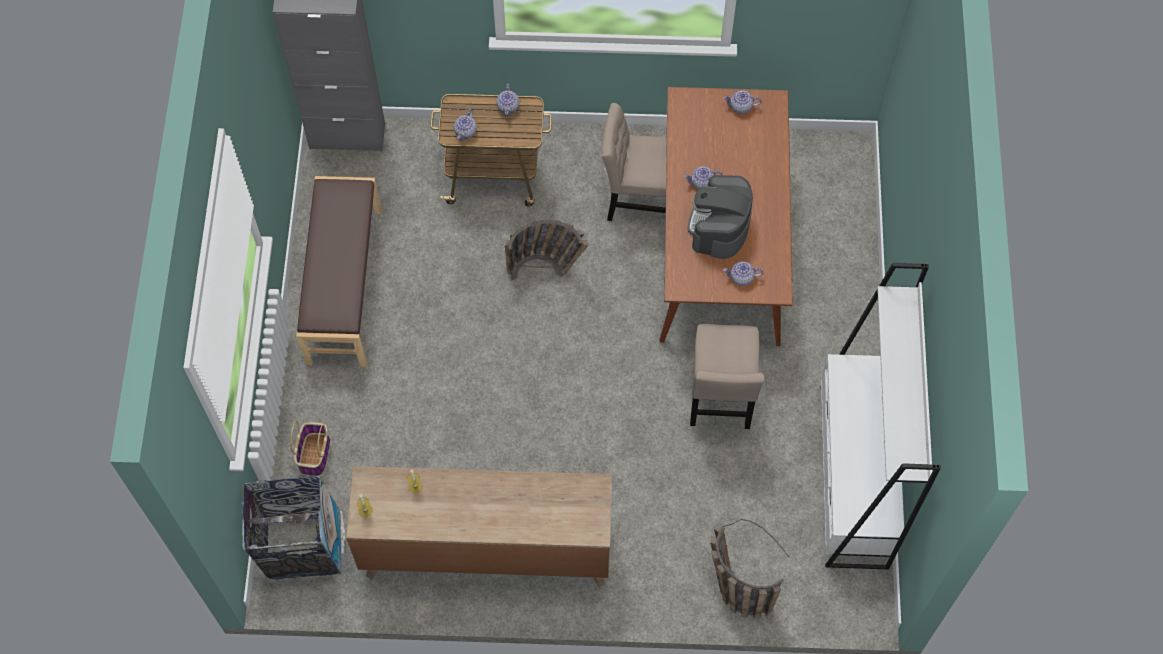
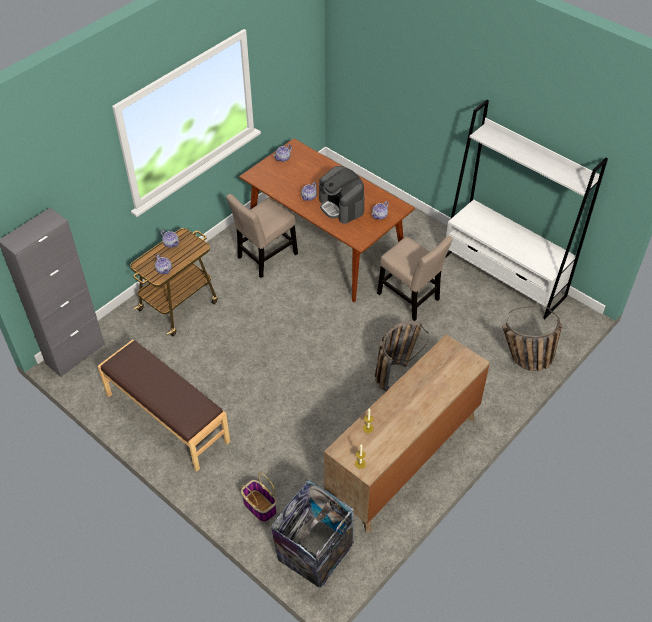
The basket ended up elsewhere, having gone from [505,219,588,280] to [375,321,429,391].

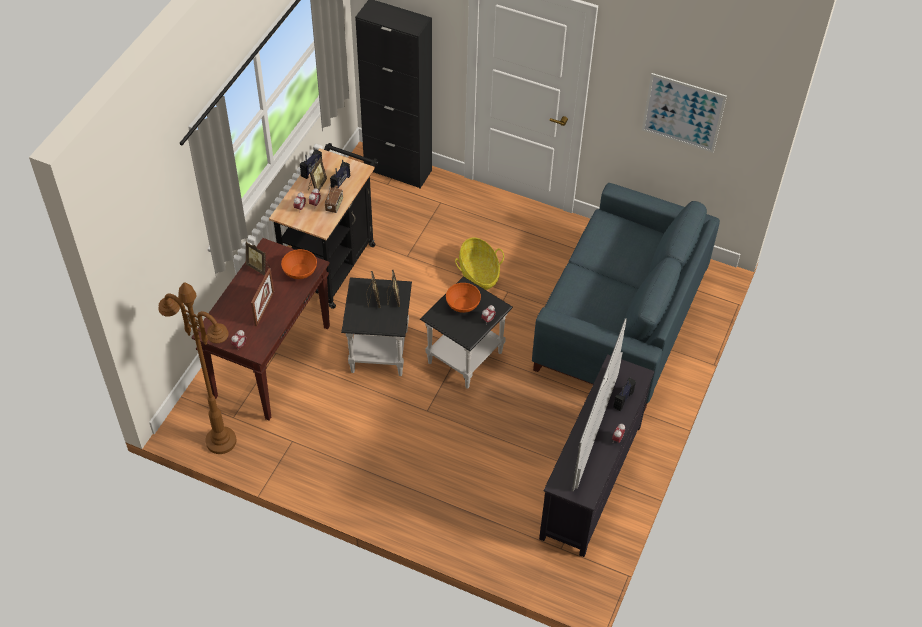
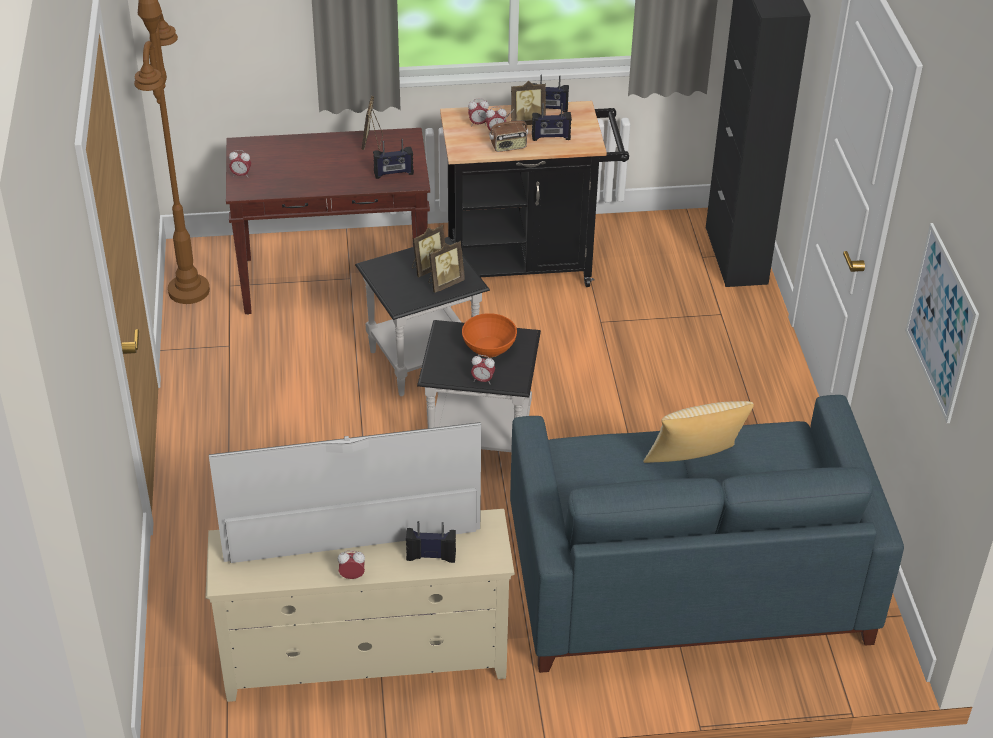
The second view lost the picture frame at [251,268,274,327].
The second view lost the basket at [455,238,504,290].
The second view gained the pillow at [643,401,754,463].
Where the bowl/orange stood at [281,249,317,279], the radio came to stand at [373,139,414,179].
What was the tv stand/black at [539,354,654,557] turned into the tv stand/beige at [205,509,515,702].

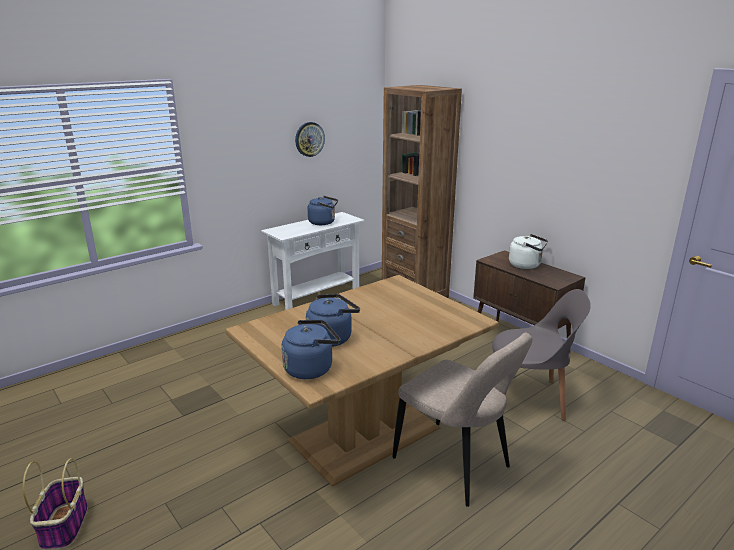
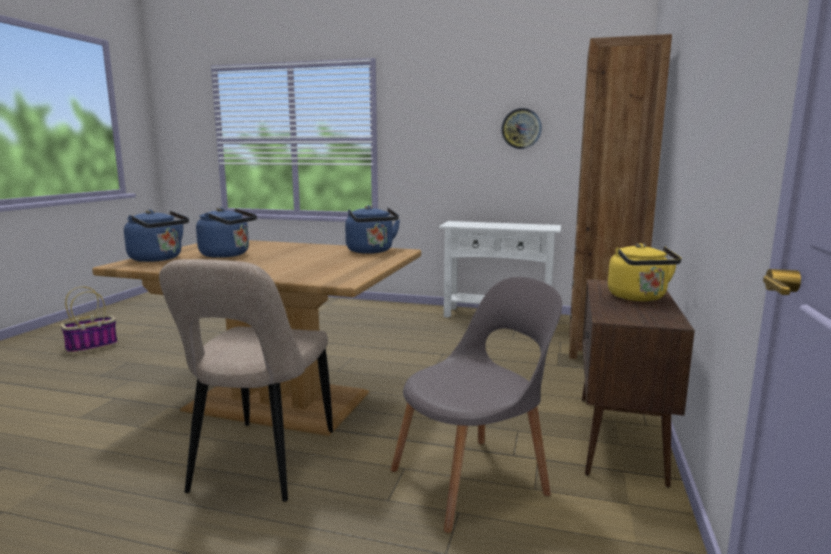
The kettle/blue ended up elsewhere, having gone from [308,196,338,225] to [345,205,400,254].
What was the kettle/white at [509,234,548,269] turned into the kettle/yellow at [608,243,682,301].
The chair/grey at [492,289,591,421] ended up facing another way, 90 degrees counterclockwise from before.

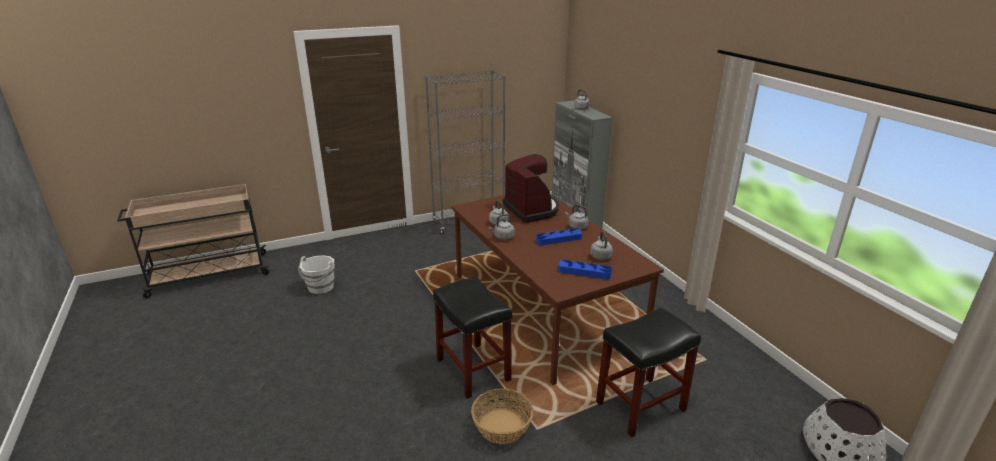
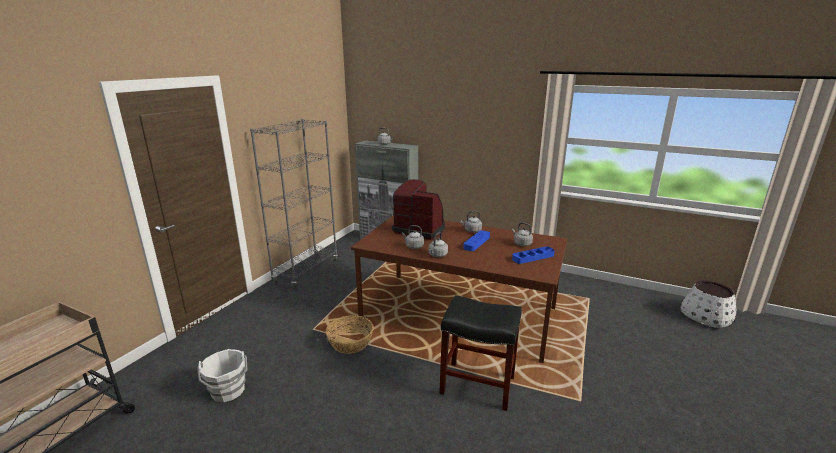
The second view lost the stool/black at [596,307,701,438].
The basket ended up elsewhere, having gone from [471,388,533,444] to [326,315,374,354].

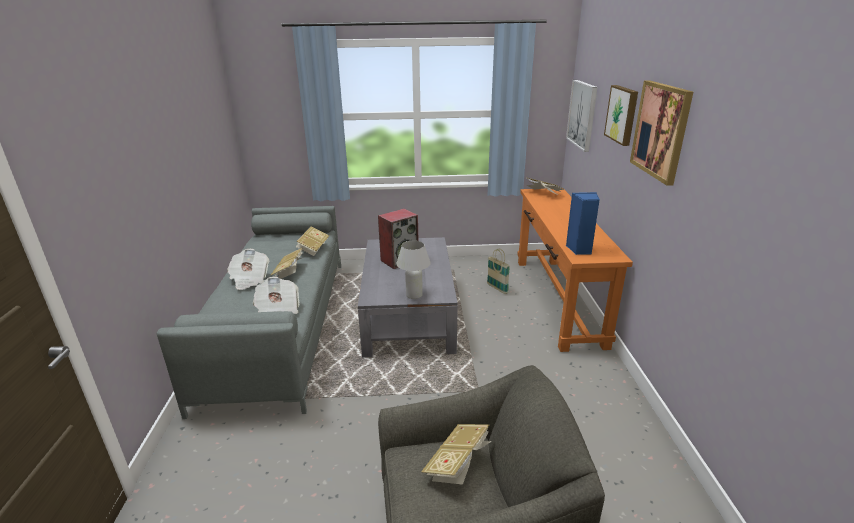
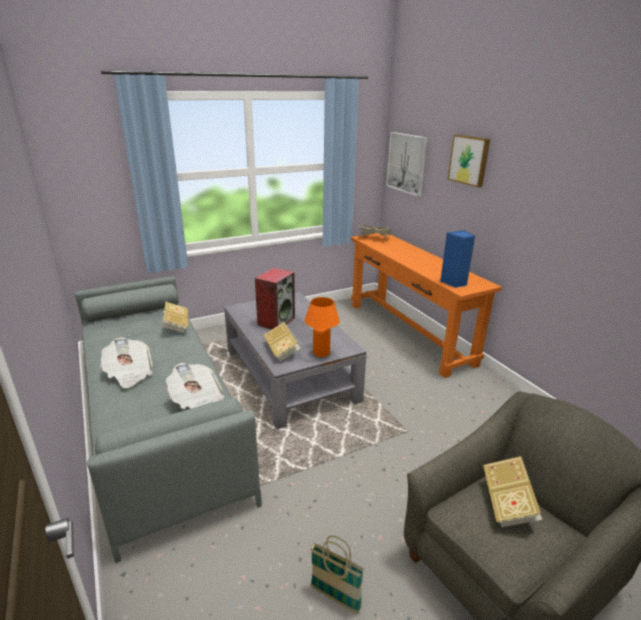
The second view lost the picture at [630,80,693,186].
The book ended up elsewhere, having gone from [270,248,304,279] to [264,322,301,361].
The basket ended up elsewhere, having gone from [487,249,510,294] to [310,536,364,614].
What was the table lamp/white at [397,240,431,299] turned into the table lamp/orange at [305,297,340,357].

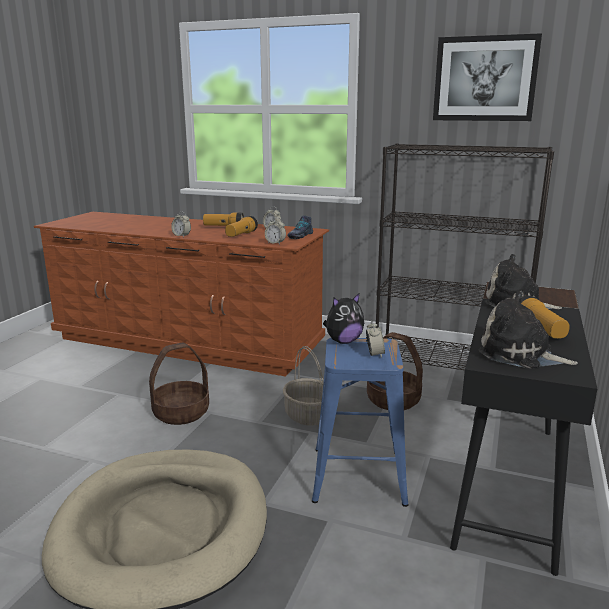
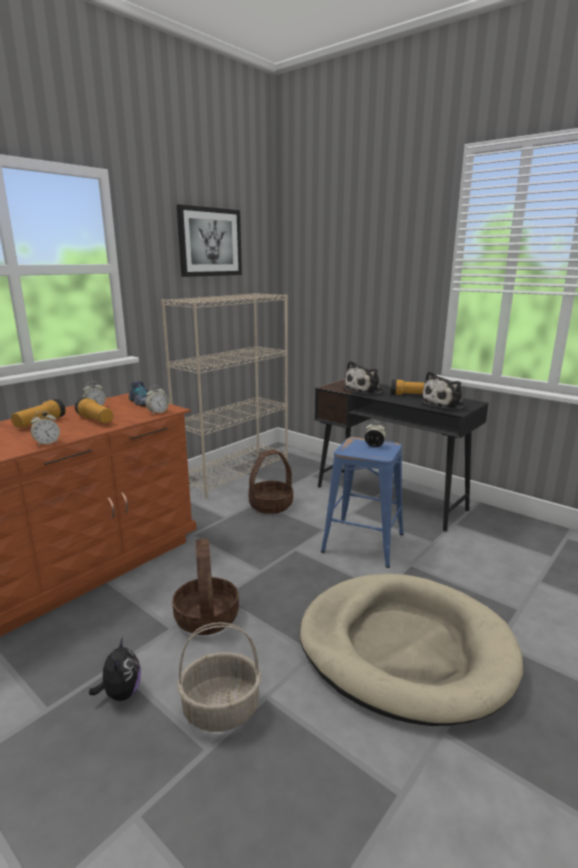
The basket ended up elsewhere, having gone from [283,346,324,426] to [177,622,261,732].
The plush toy ended up elsewhere, having gone from [323,294,364,344] to [89,637,141,701].
What was the bookcase/black at [376,143,554,370] turned into the bookcase/beige at [161,293,288,498].

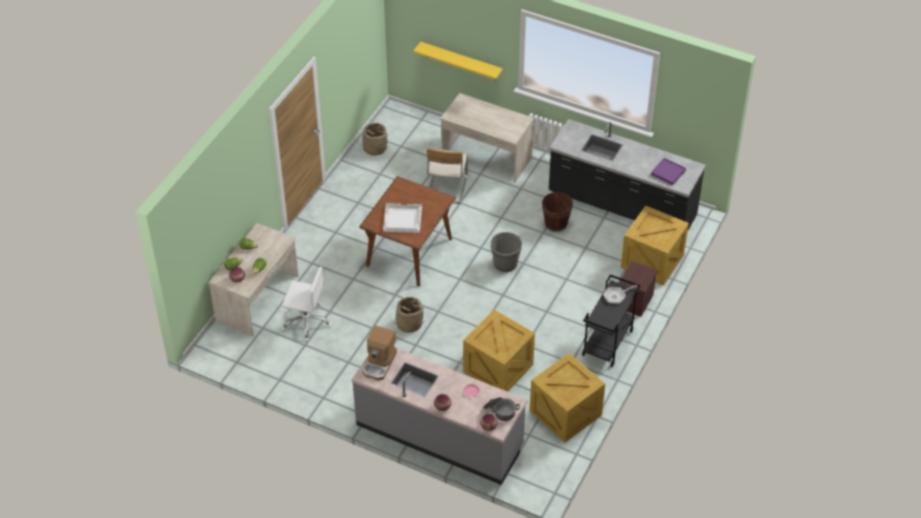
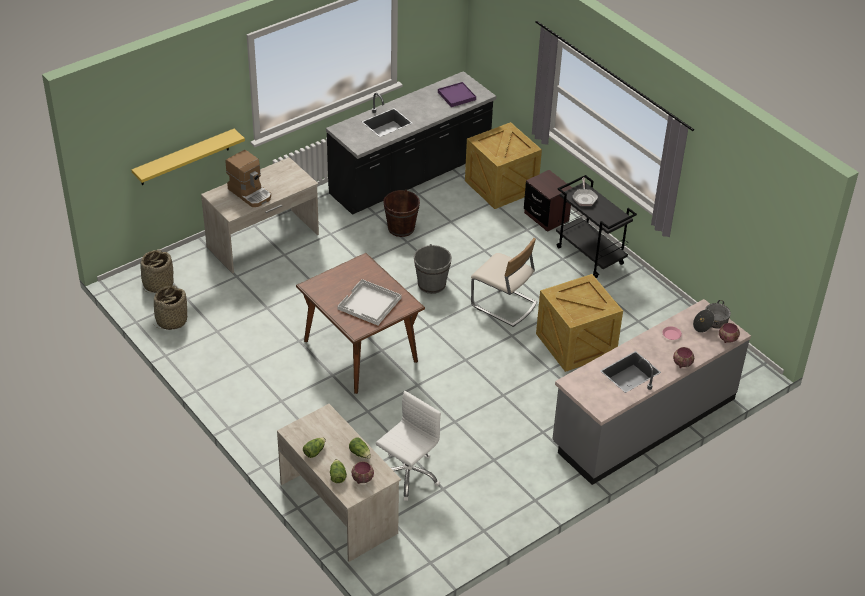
The second view lost the crate at [530,353,605,442].
The coffee machine ended up elsewhere, having gone from [362,325,397,380] to [226,150,271,207].
The basket ended up elsewhere, having gone from [389,297,427,333] to [140,249,173,293].
The chair/beige ended up elsewhere, having gone from [427,148,468,204] to [471,238,537,327].

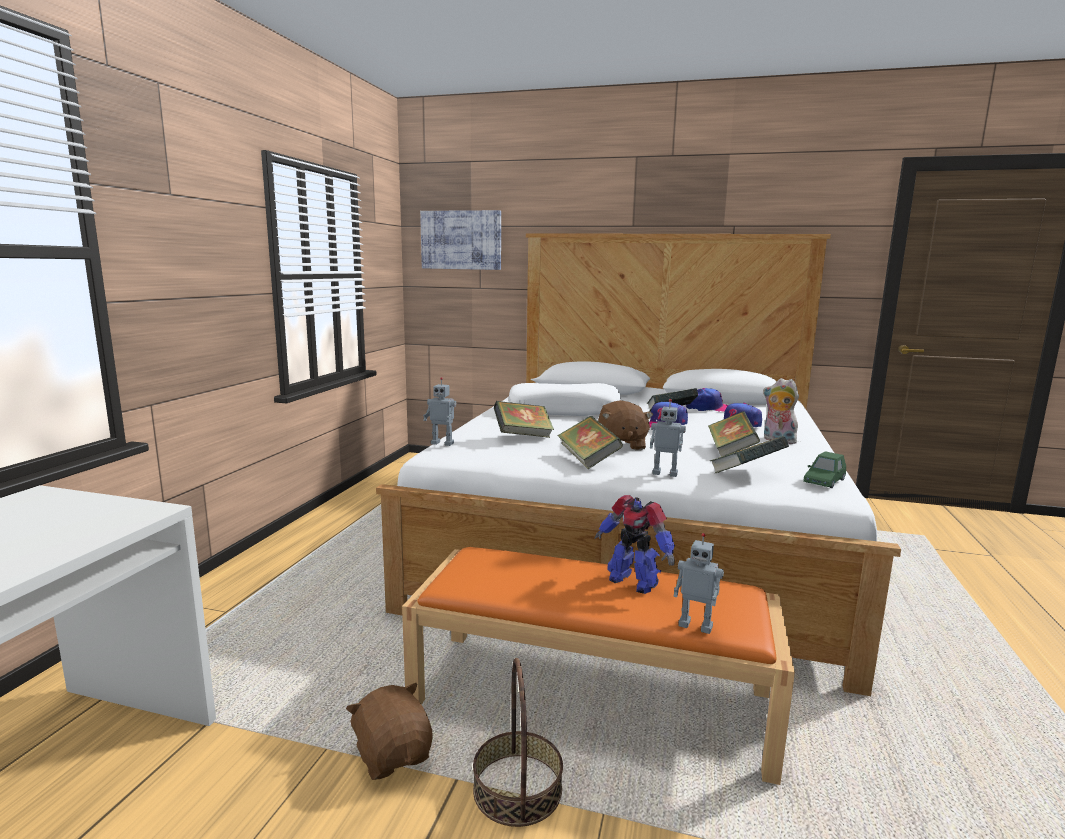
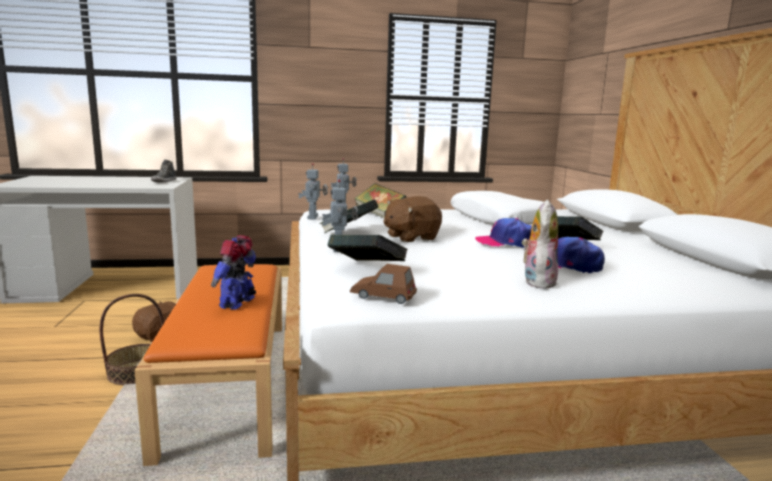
The second view lost the picture at [420,210,501,270].
The second view lost the cap at [686,388,728,412].
The second view lost the book at [708,411,760,457].
The second view gained the shoe at [151,160,176,182].
The toy robot ended up elsewhere, having gone from [673,533,724,634] to [298,163,328,220].
What was the toy car/green at [803,451,846,488] turned into the toy car/brown at [350,264,417,304].

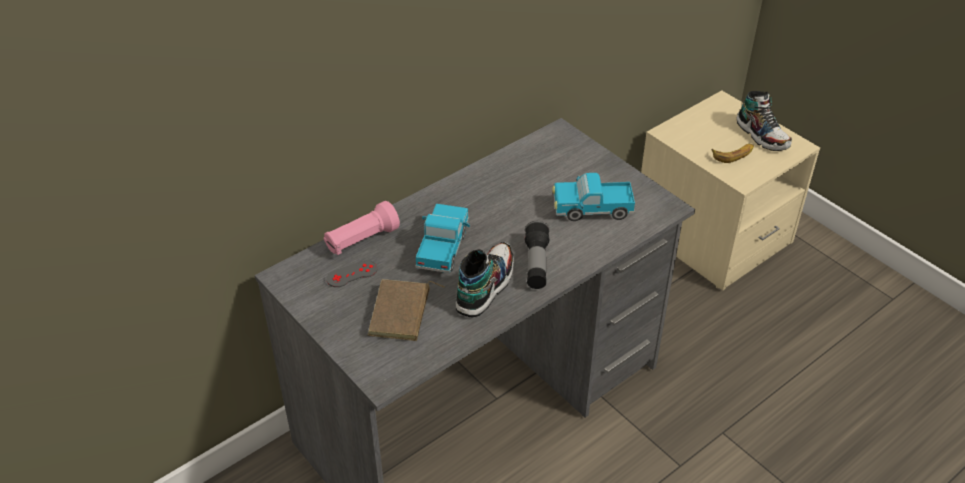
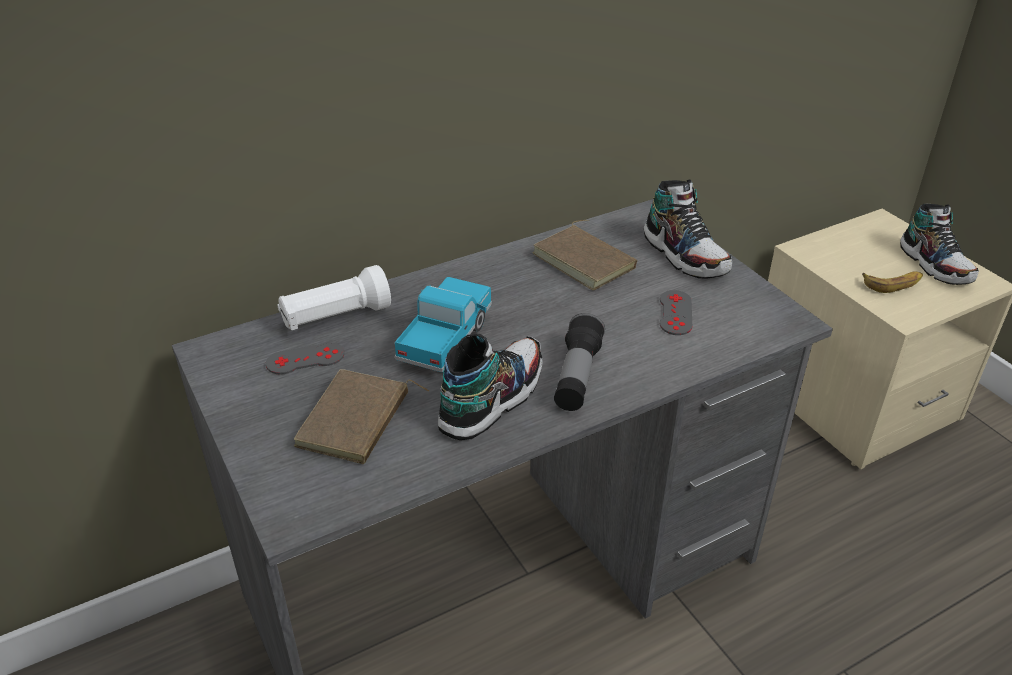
The second view gained the book/brown at [532,220,637,291].
The second view gained the shoe at [644,180,732,278].
Where the toy truck stood at [552,173,635,221], the game controller/grey came to stand at [660,290,692,335].
What was the flashlight/pink at [324,201,400,255] turned into the flashlight/white at [277,265,391,330].

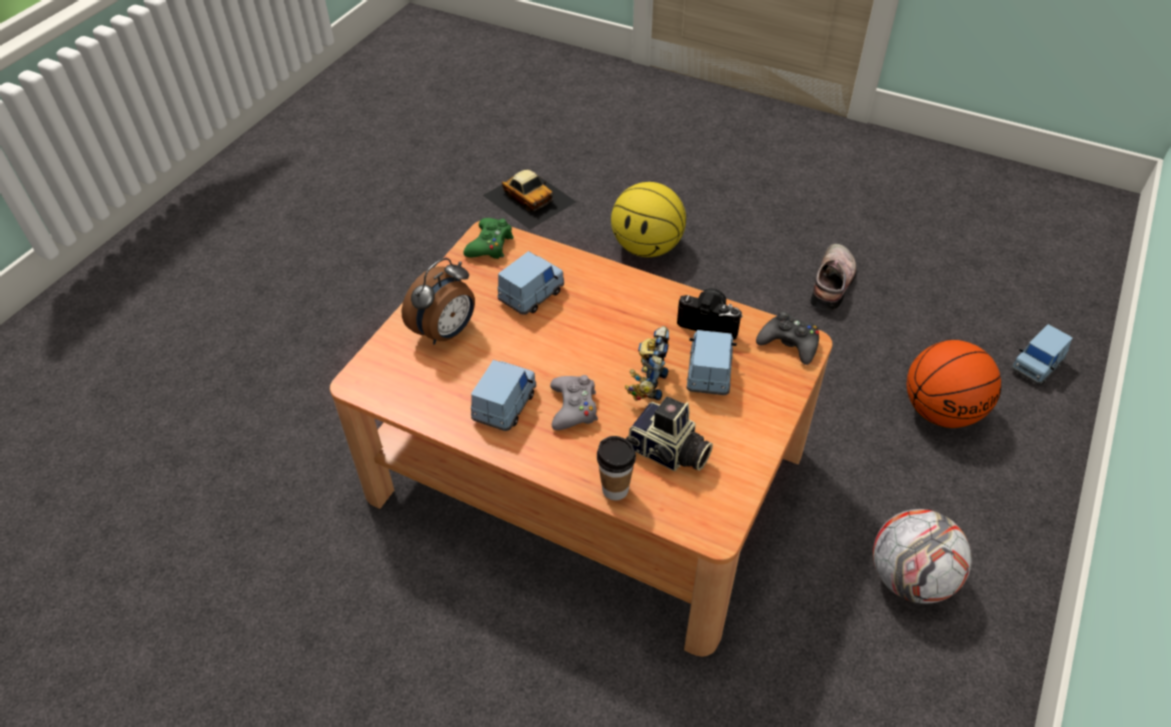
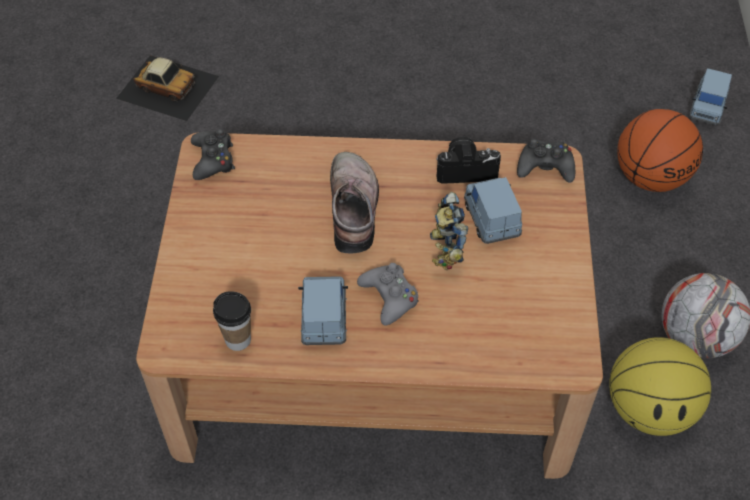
The second view lost the alarm clock at [401,258,475,345].
The second view lost the toy car/blue at [497,251,564,315].
The second view lost the photo camera at [626,397,713,471].
The cup ended up elsewhere, having gone from [597,436,636,500] to [213,291,251,351].
The basketball ended up elsewhere, having gone from [611,182,686,257] to [609,337,711,436].
The shoe ended up elsewhere, having gone from [810,244,857,310] to [330,152,379,254].
What was the game controller/green at [463,218,514,259] turned into the game controller/black at [191,129,235,180].

